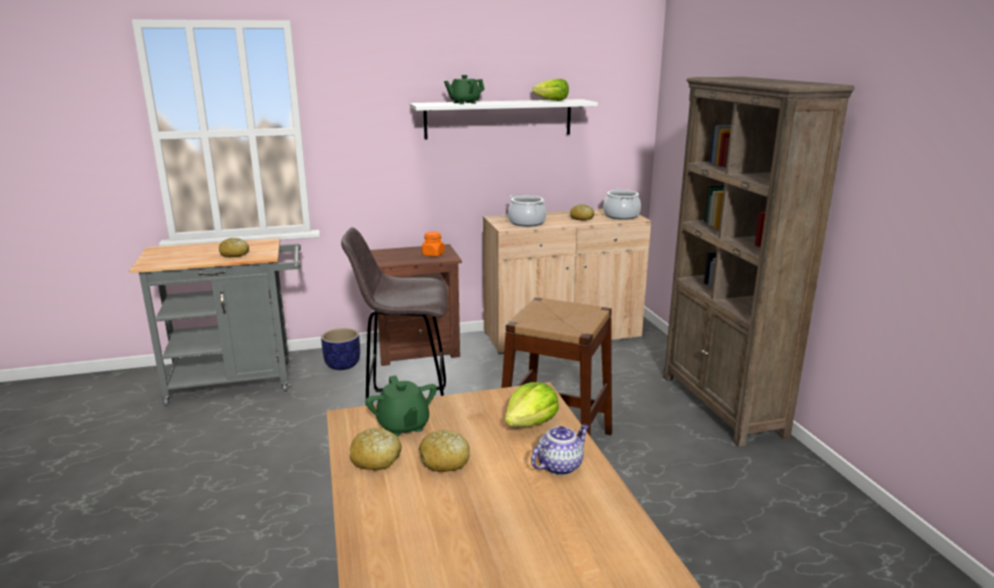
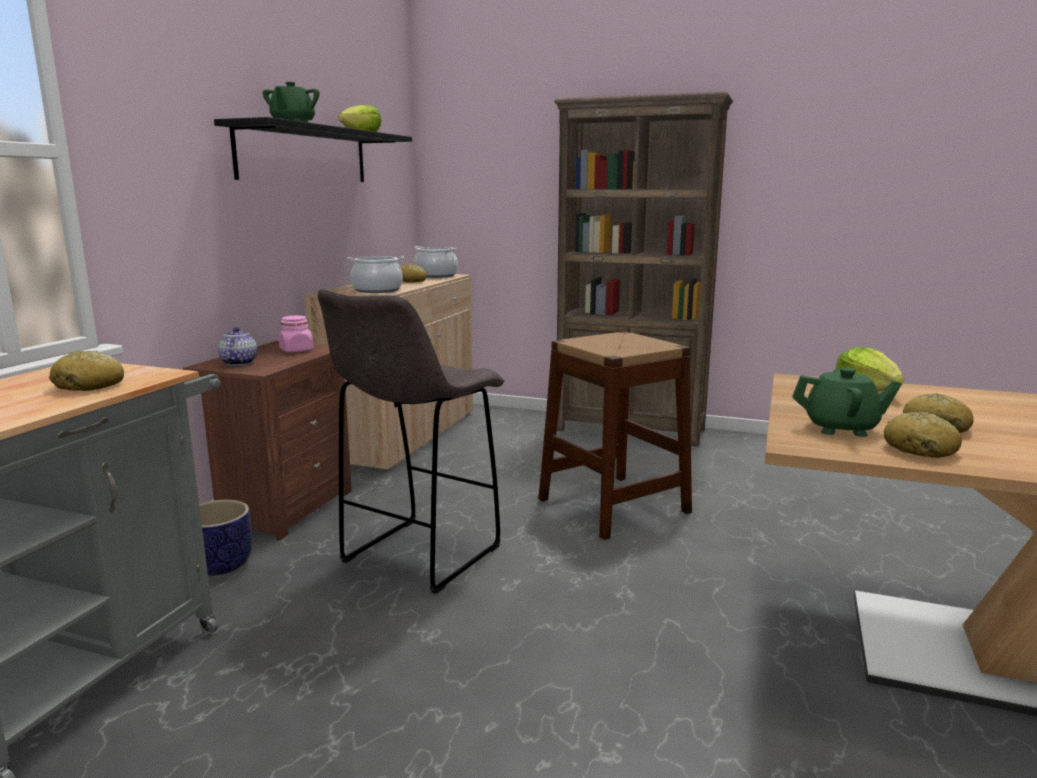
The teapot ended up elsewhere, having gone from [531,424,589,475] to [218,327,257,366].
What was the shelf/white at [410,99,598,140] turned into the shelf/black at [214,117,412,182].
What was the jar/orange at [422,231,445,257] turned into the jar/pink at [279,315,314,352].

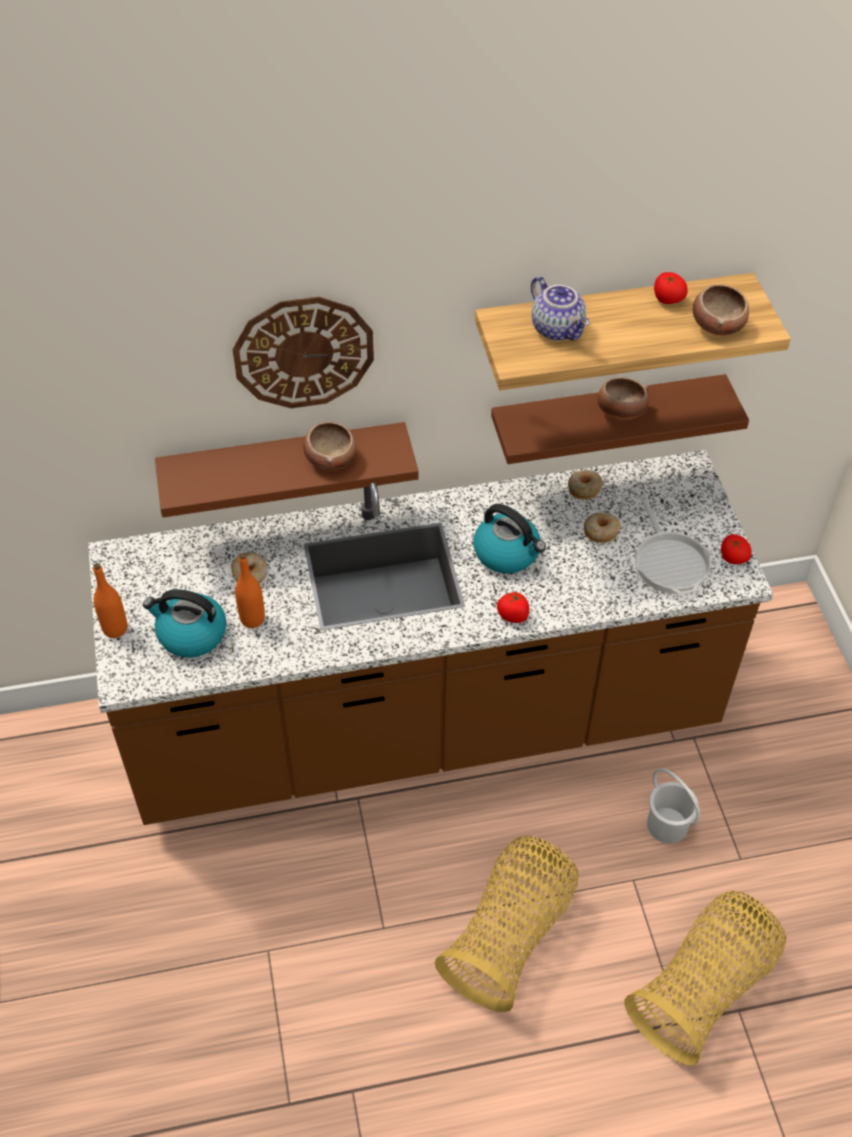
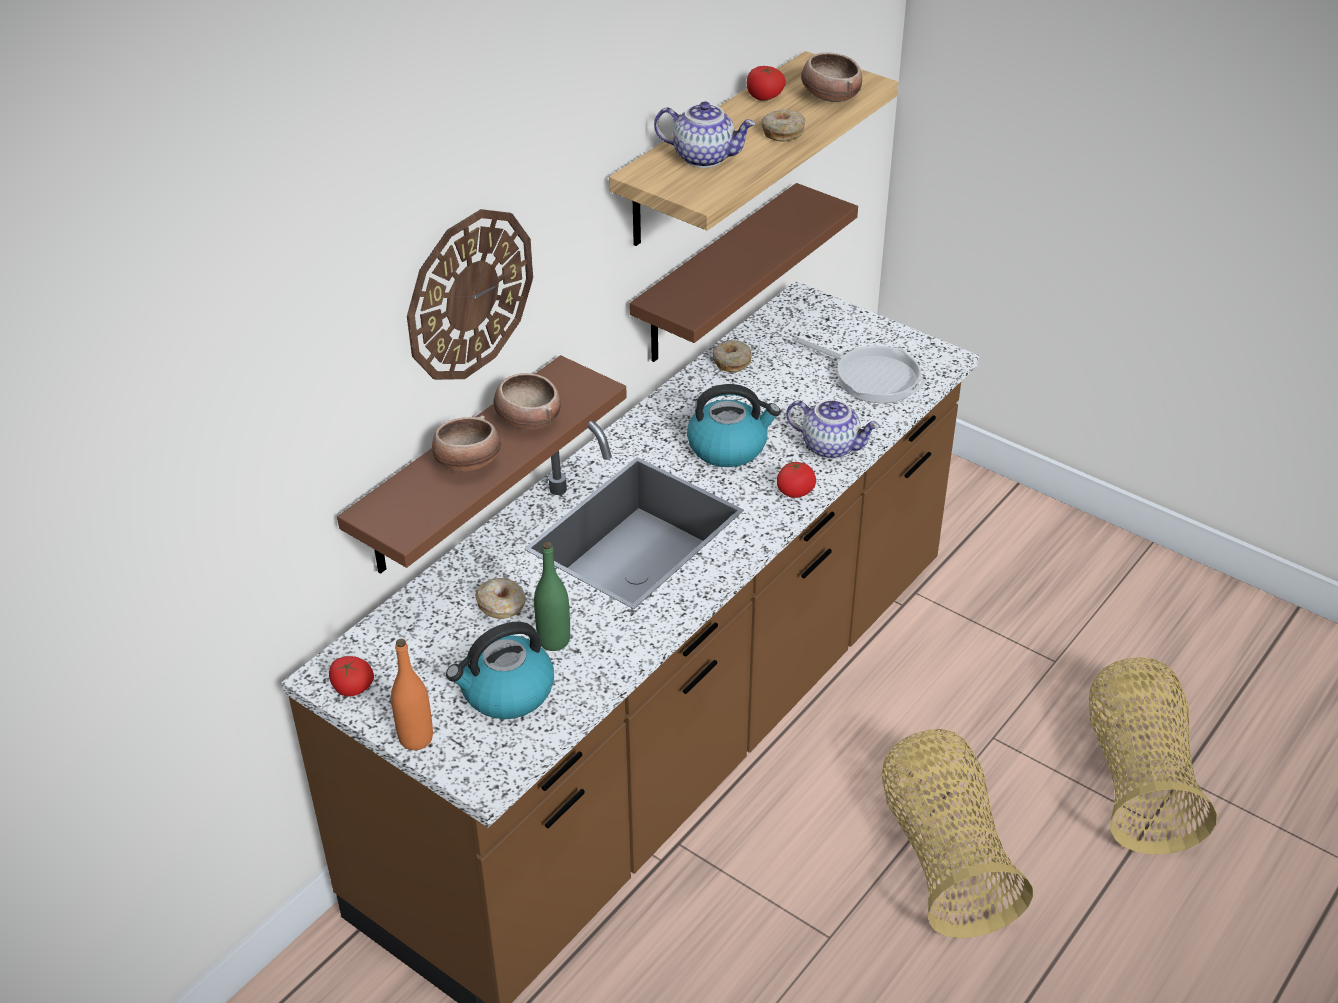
The second view lost the bucket/white at [647,768,700,844].
The second view gained the teapot at [786,400,879,459].
The donut ended up elsewhere, having gone from [584,513,621,543] to [762,109,805,142].
The bowl ended up elsewhere, having gone from [597,377,649,420] to [432,415,501,472].
The tomato ended up elsewhere, having gone from [721,534,751,564] to [329,656,374,697].
What was the bottle/orange at [235,553,265,628] turned into the bottle/green at [534,542,570,651].

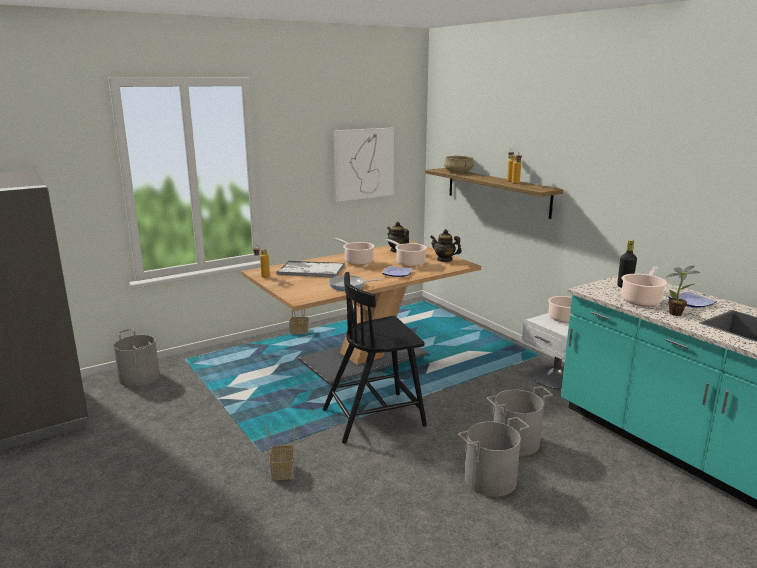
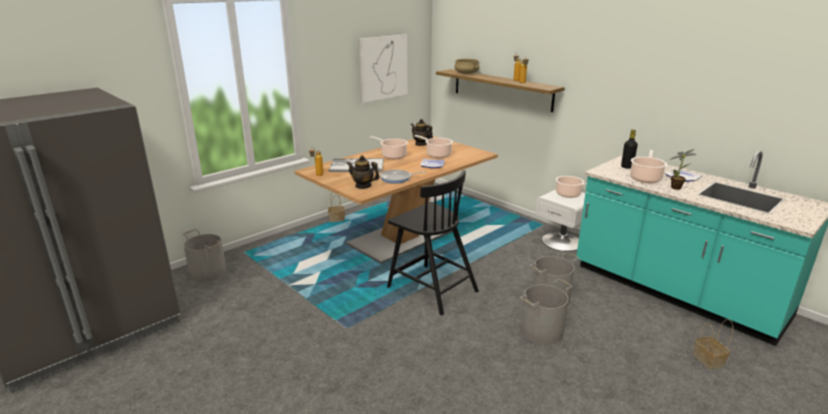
The basket ended up elsewhere, having gone from [267,424,295,480] to [693,319,733,369].
The teapot ended up elsewhere, having gone from [430,229,462,262] to [347,155,380,189].
The chair/black at [323,272,427,444] ended up facing another way, 105 degrees counterclockwise from before.

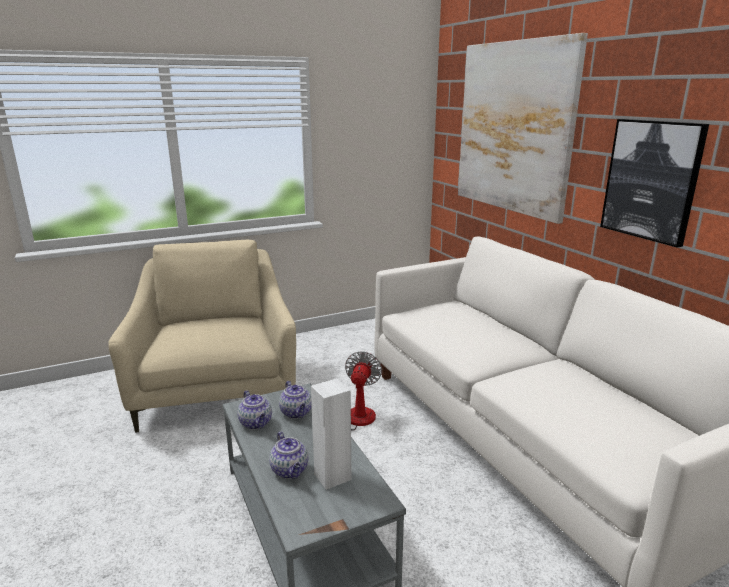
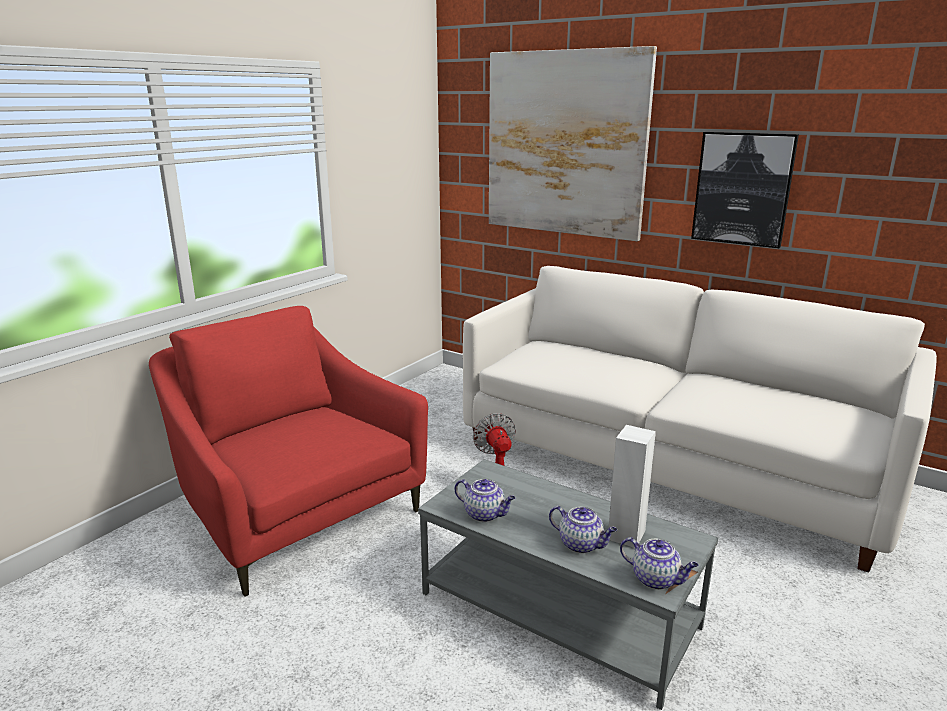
The teapot ended up elsewhere, having gone from [279,381,312,419] to [620,537,699,590].
What was the armchair/beige at [108,240,296,433] turned into the armchair/red at [149,306,428,597].

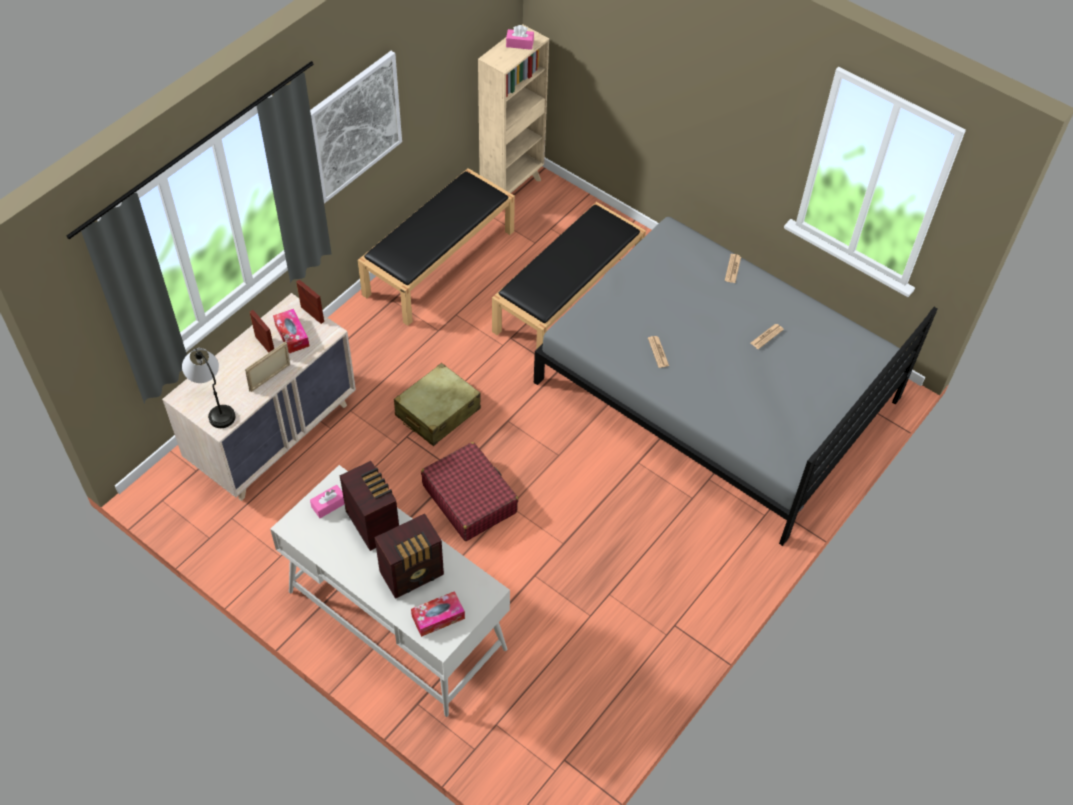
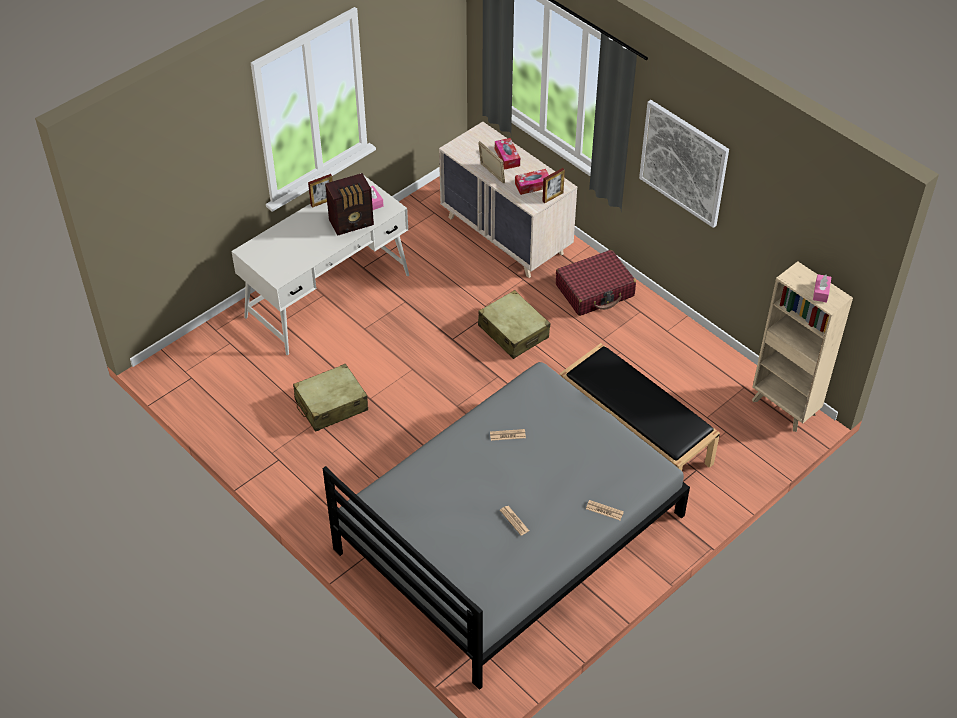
The second view lost the table lamp at [182,348,235,428].
The second view lost the bench/black at [358,168,515,326].
The second view lost the radio at [375,514,444,599].
The second view gained the suitcase/beige at [293,364,368,432].
The picture frame ended up elsewhere, having gone from [250,310,274,353] to [308,174,333,208].
The tissue box ended up elsewhere, having gone from [411,591,465,637] to [495,138,520,170].
The suitcase/red ended up elsewhere, having gone from [421,442,519,541] to [556,250,636,316].

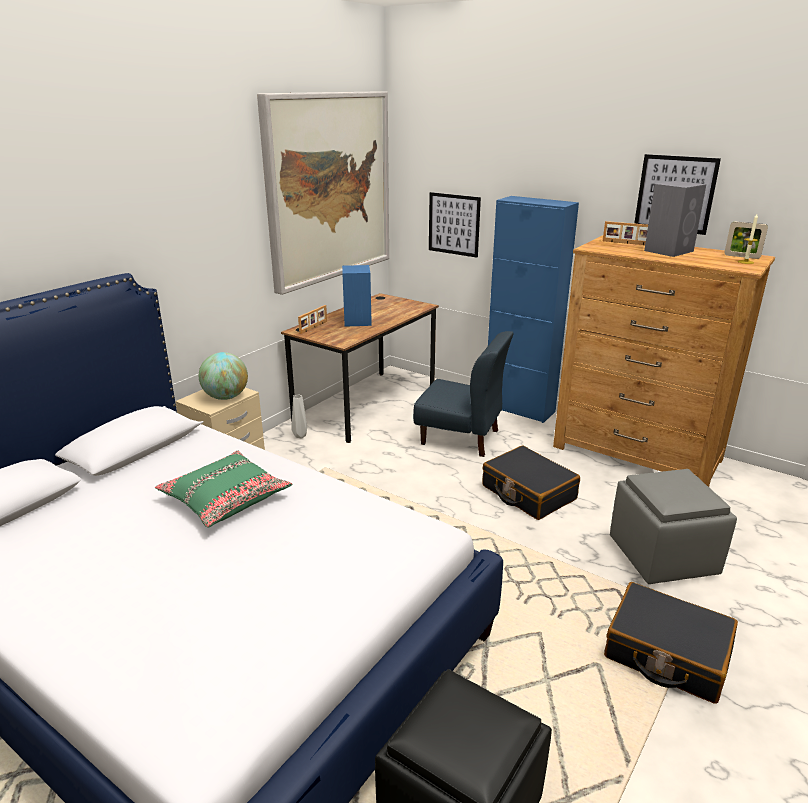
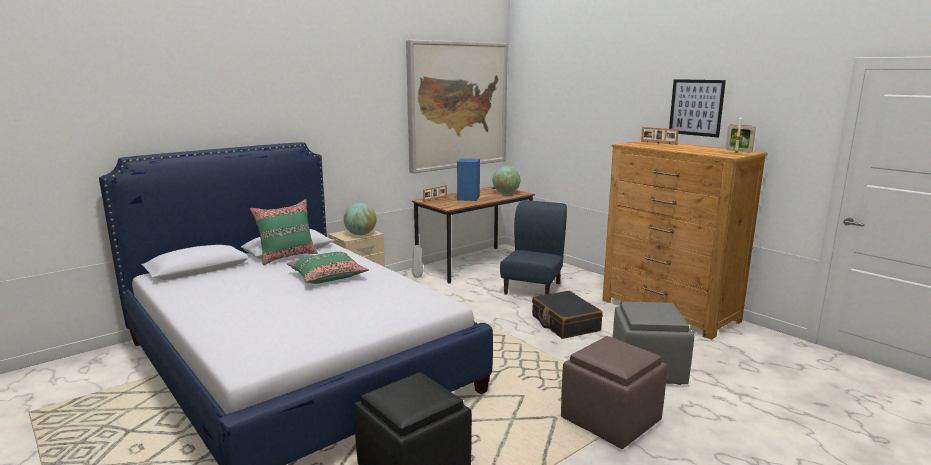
The second view lost the picture at [429,192,481,258].
The second view lost the cabinet/blue at [488,196,579,423].
The second view lost the speaker/grey at [644,181,706,257].
The second view gained the pillow/green at [250,199,318,265].
The second view gained the globe at [492,166,520,194].
Where the suitcase/black stood at [604,582,738,704], the ottoman/brown came to stand at [561,336,668,449].
The chair/blue at [413,331,514,457] ended up facing another way, 105 degrees counterclockwise from before.

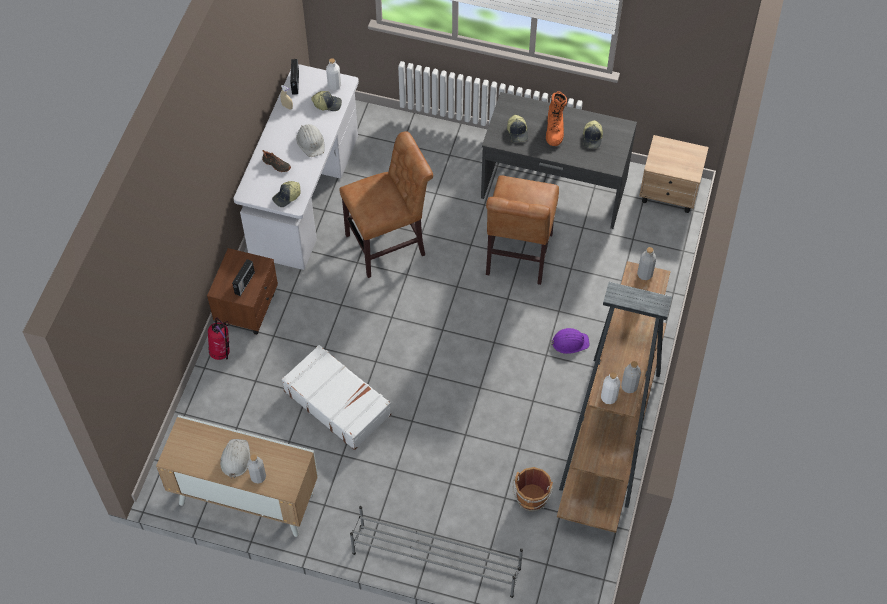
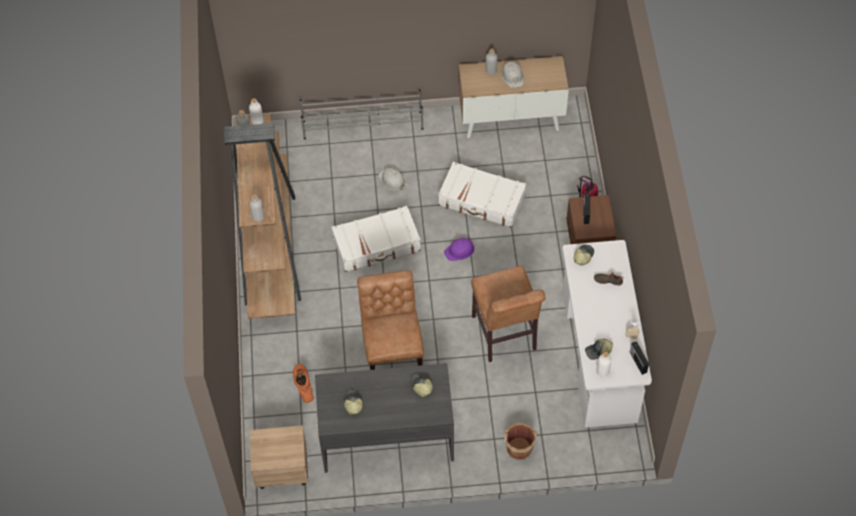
The second view gained the suitcase/white at [332,206,421,272].
The hard hat/white ended up elsewhere, having gone from [296,124,324,157] to [378,168,406,191].
The bucket/brown ended up elsewhere, having gone from [512,467,553,512] to [503,423,537,460].
The boot/orange ended up elsewhere, having gone from [546,91,567,146] to [293,364,314,403].
The hard hat/purple ended up elsewhere, having gone from [550,328,589,354] to [444,238,475,261].
The chair/brown at [339,131,433,278] ended up facing another way, 60 degrees counterclockwise from before.

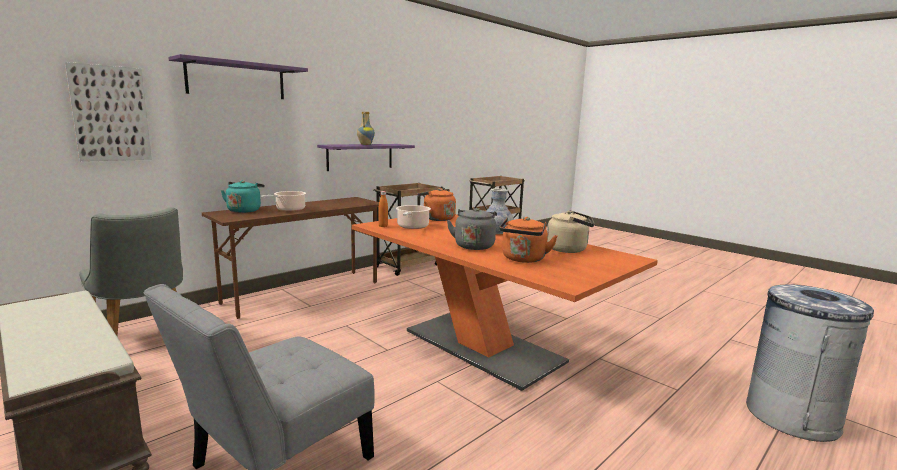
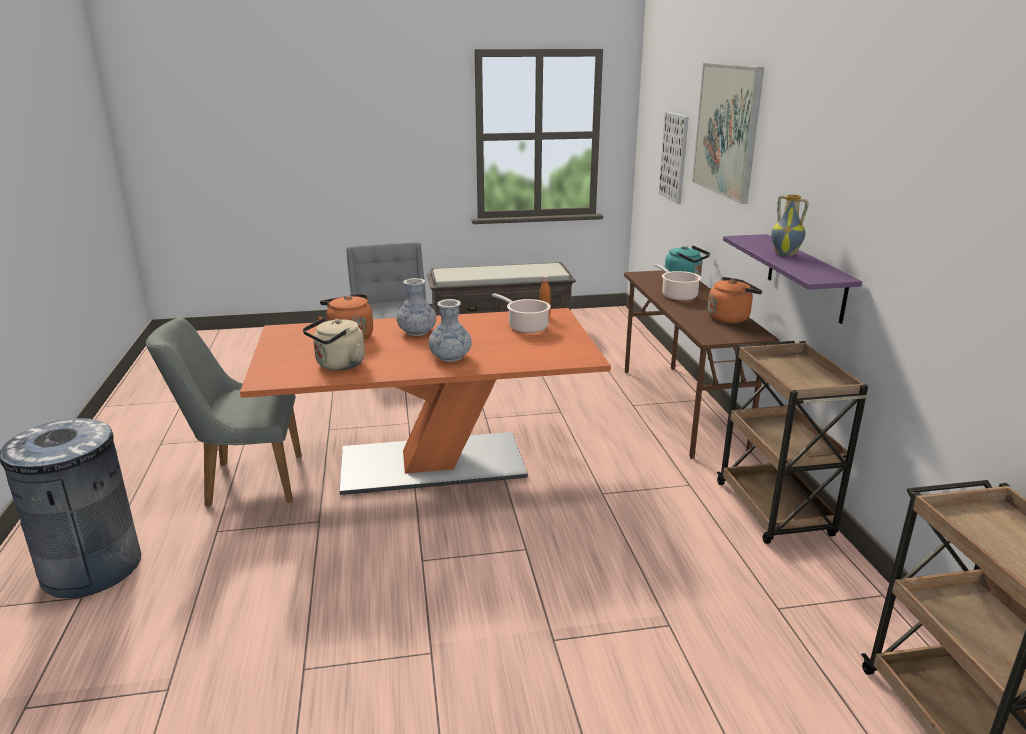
The chair/grey ended up elsewhere, having gone from [79,207,183,336] to [146,318,302,507].
The kettle/orange ended up elsewhere, having gone from [418,188,456,221] to [708,277,762,323].
Where the shelf/purple hung at [168,54,308,99], the picture came to hang at [692,63,764,204].
Where the kettle/grey stood at [447,208,497,250], the vase came to stand at [397,278,436,336].

